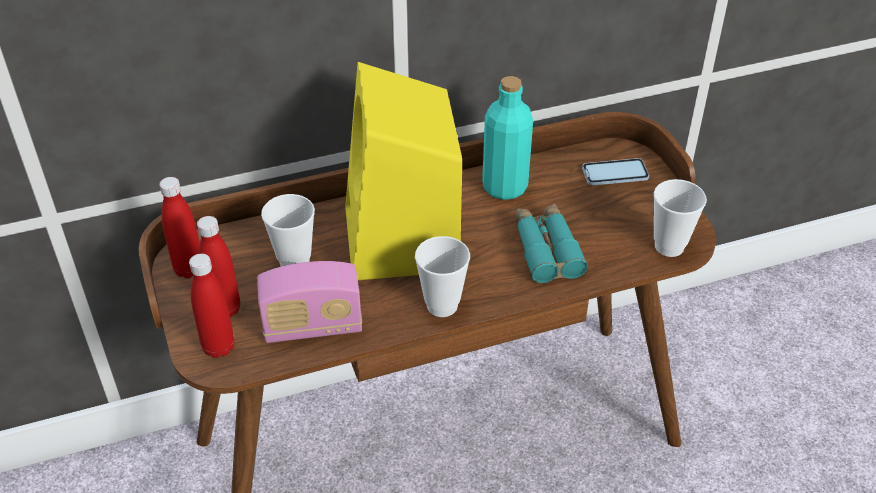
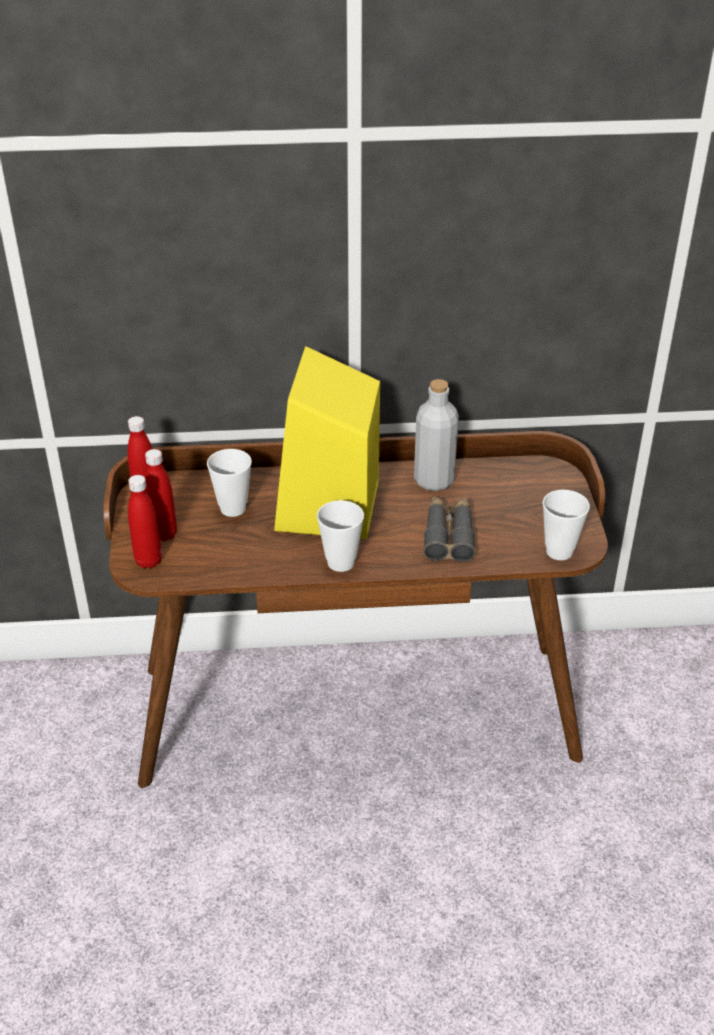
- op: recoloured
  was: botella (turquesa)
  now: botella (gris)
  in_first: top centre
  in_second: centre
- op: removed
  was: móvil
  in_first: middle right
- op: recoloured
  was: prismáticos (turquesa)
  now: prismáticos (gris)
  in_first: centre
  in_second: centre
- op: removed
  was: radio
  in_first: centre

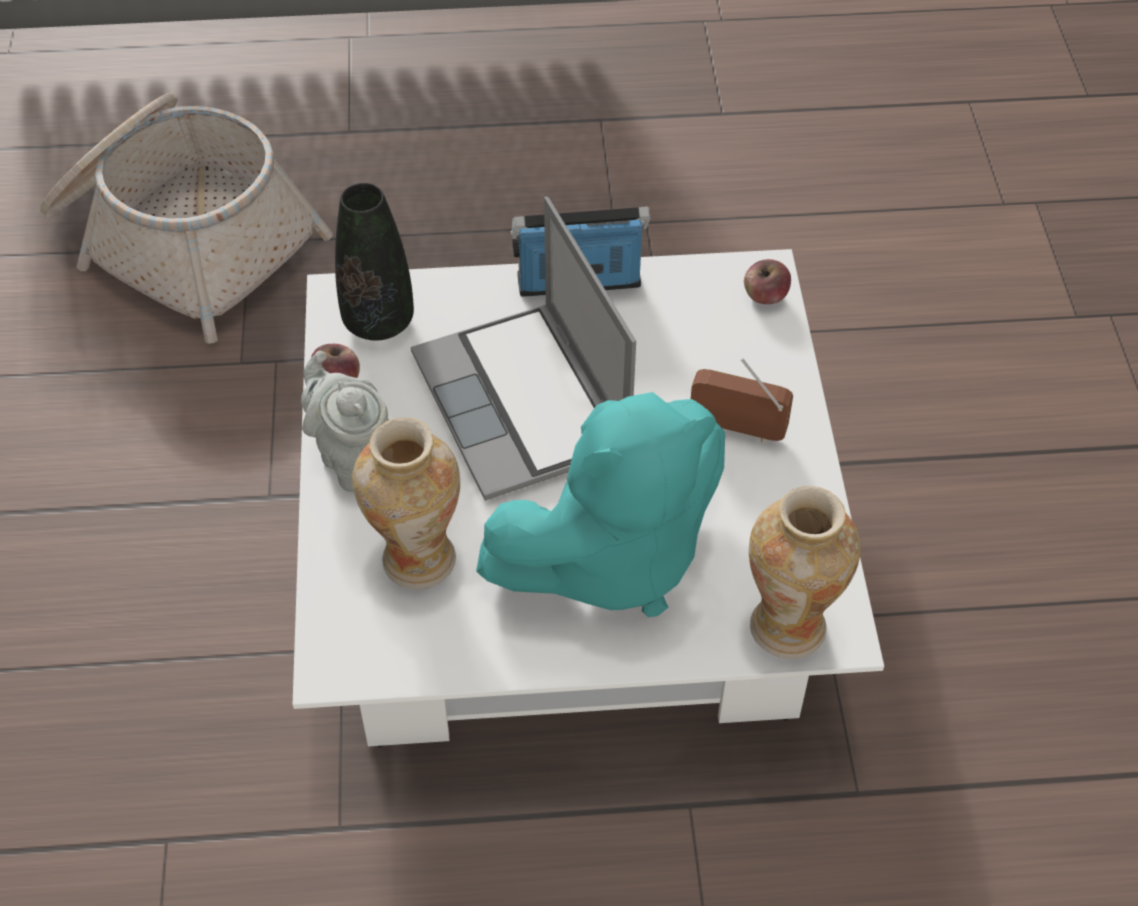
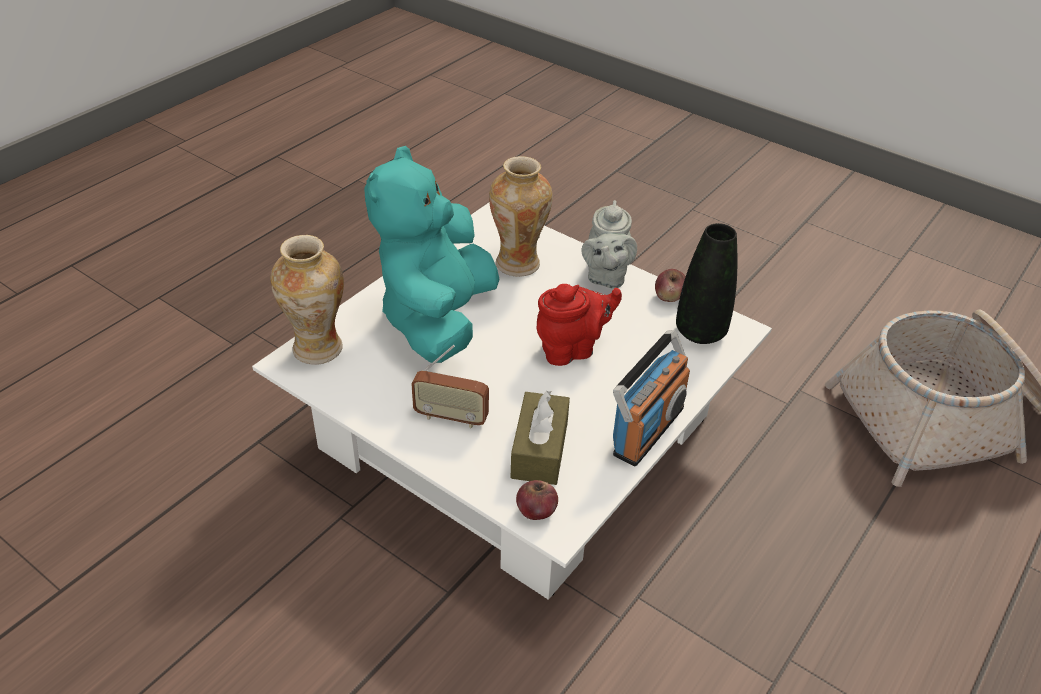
- op: replaced
  was: portátil
  now: tetera (rojo)
  in_first: centre
  in_second: centre
- op: turned
  was: tetera (gris)
  in_first: middle left
  in_second: centre
  clockwise: 90
- op: turned
  was: radio (2nd from left in the first image)
  in_first: centre
  in_second: centre
  clockwise: 45
- op: added
  now: caja de pañuelos (marrón)
  in_second: centre

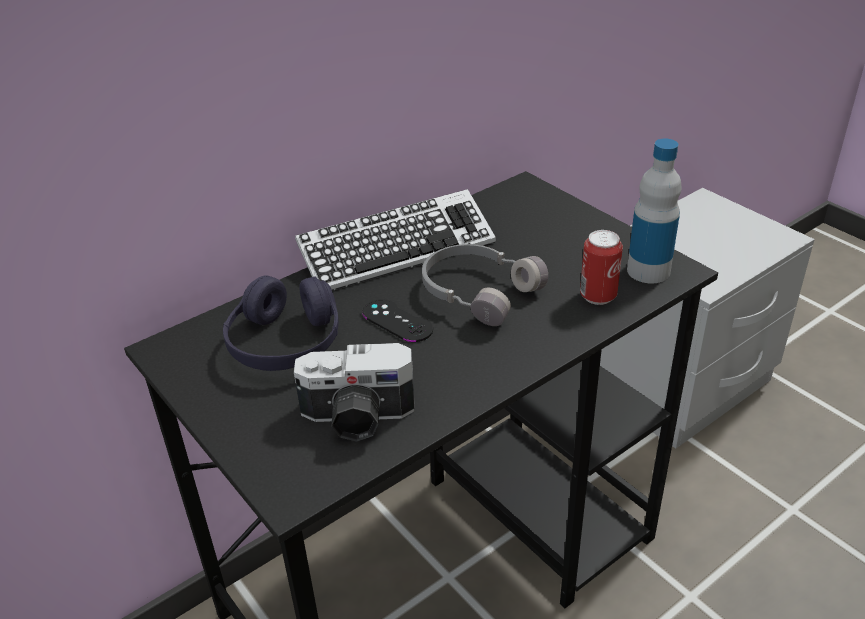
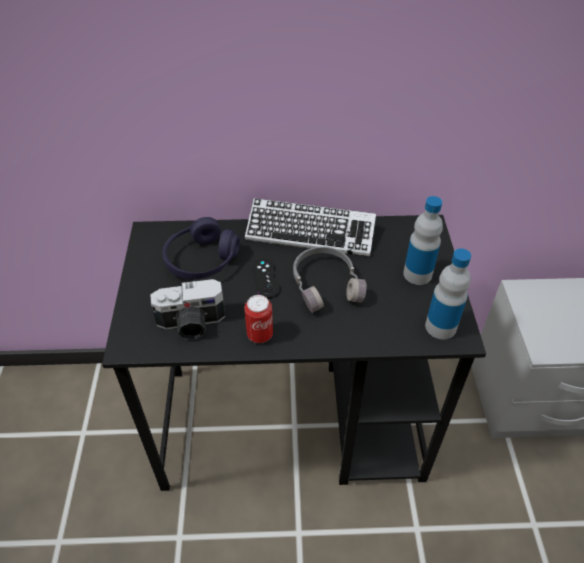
- op: moved
  was: lata
  in_first: middle right
  in_second: centre
- op: turned
  was: cámara
  in_first: centre
  in_second: middle left
  clockwise: -45
- op: added
  now: botella (1st from left)
  in_second: middle right

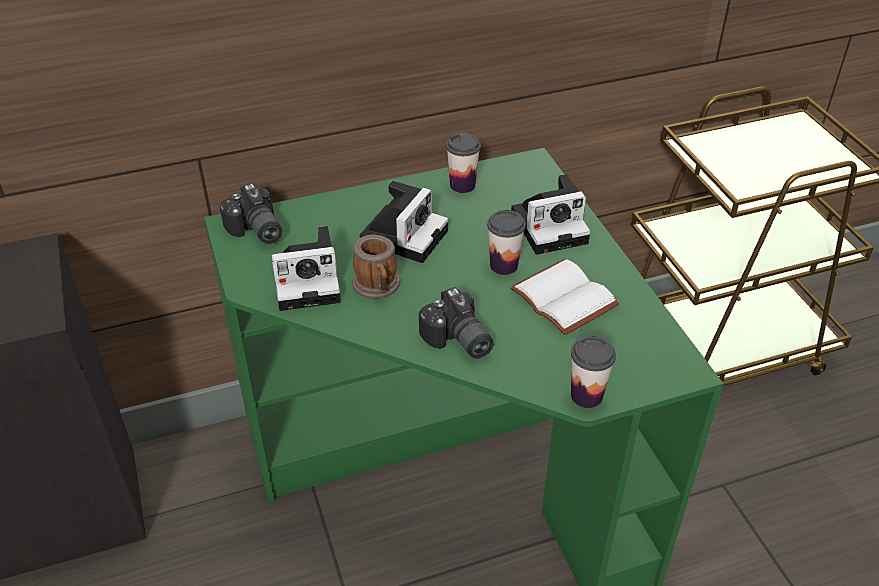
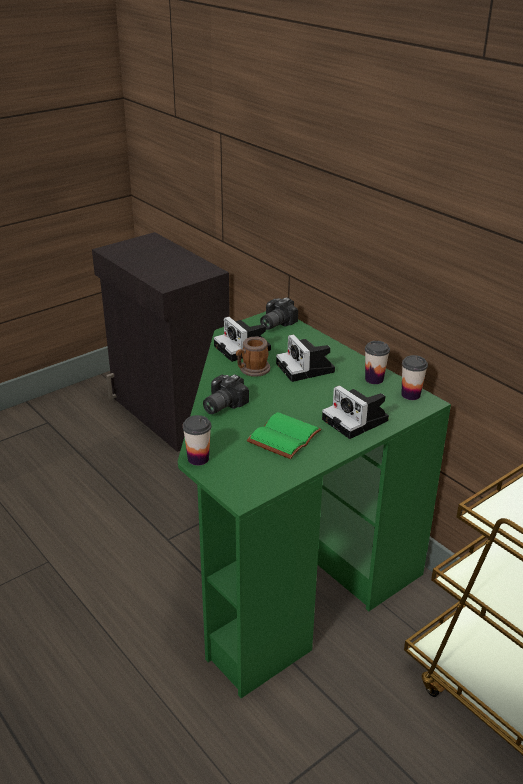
- op: turned
  was: cámara (3rd from left in the first image)
  in_first: centre
  in_second: centre
  clockwise: 60
- op: moved
  was: taza (2nd from left in the first image)
  now: taza (3rd from left)
  in_first: centre
  in_second: middle right
- op: recoloured
  was: libro (blanco)
  now: libro (verde)
  in_first: centre
  in_second: centre

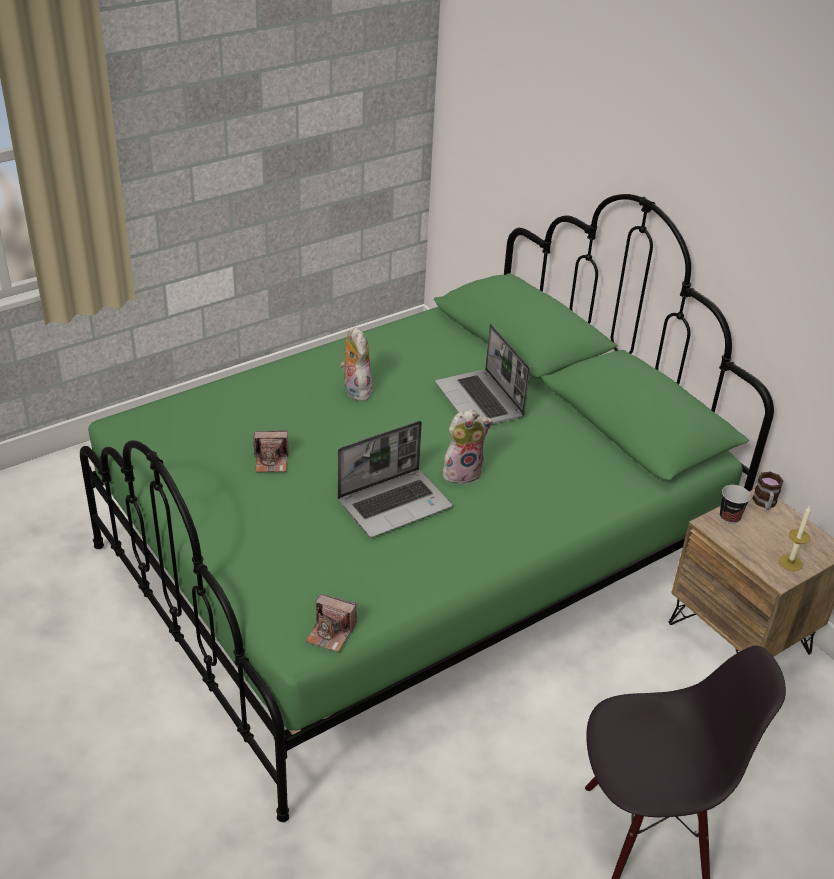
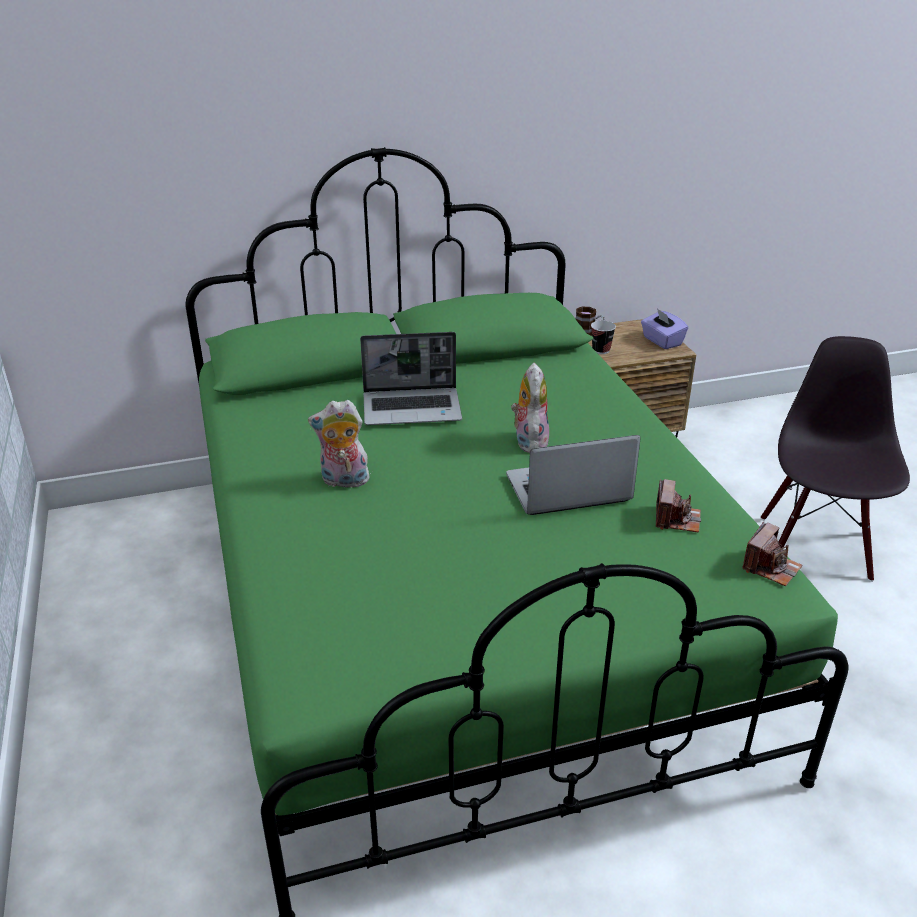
- op: turned
  was: portátil (1st from left in the first image)
  in_first: centre
  in_second: centre
  clockwise: -90
- op: moved
  was: cámara (1st from left)
  in_first: middle left
  in_second: middle right
- op: replaced
  was: vela
  now: caja de pañuelos (morado)
  in_first: middle right
  in_second: middle right

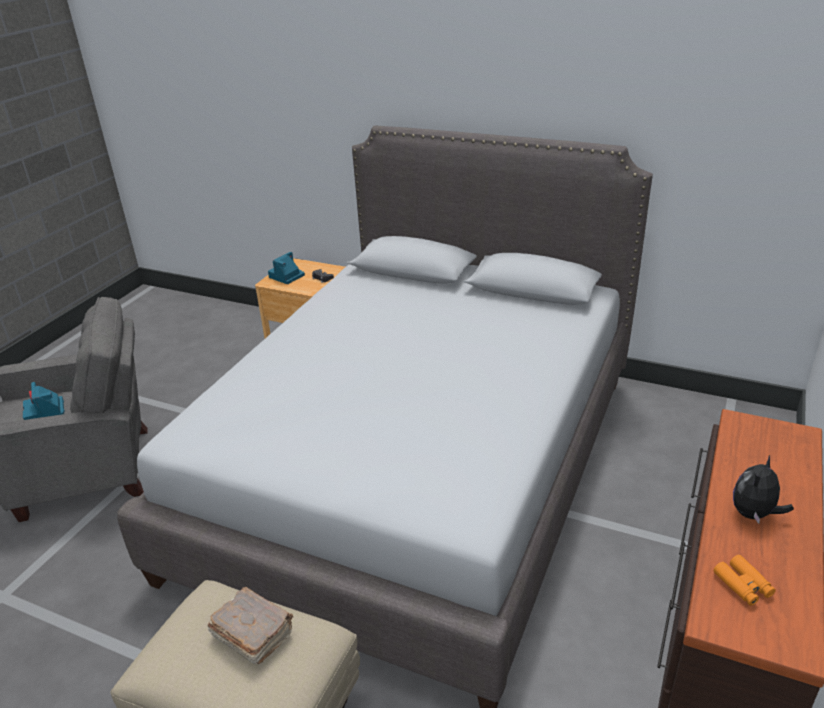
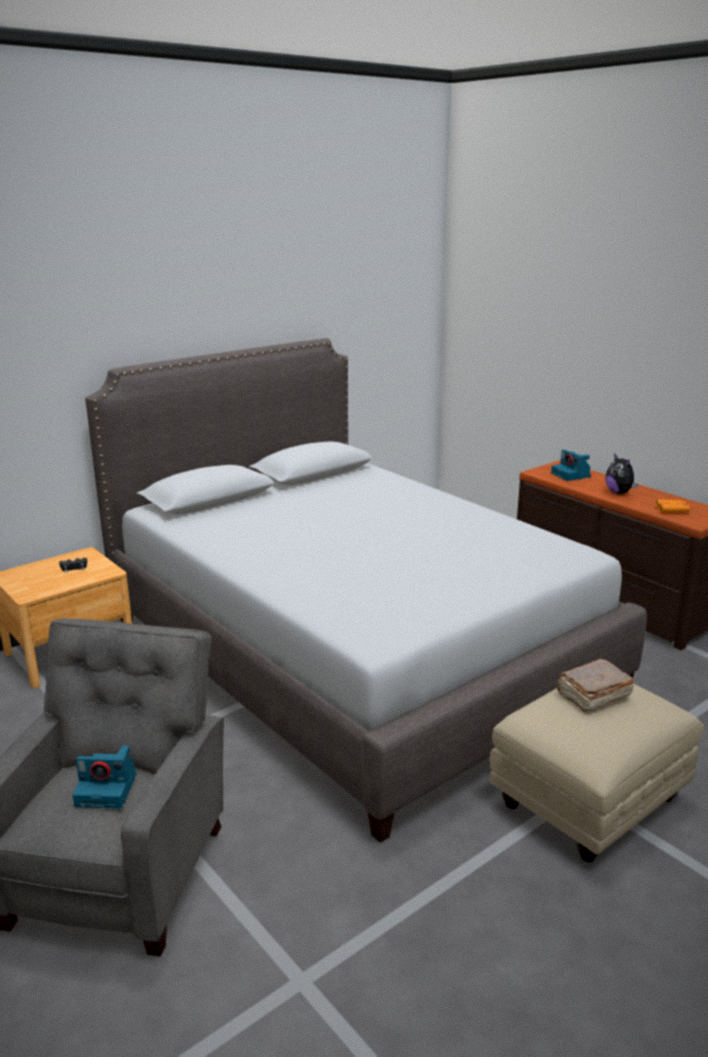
- op: moved
  was: cámara (2nd from left)
  in_first: centre
  in_second: middle right

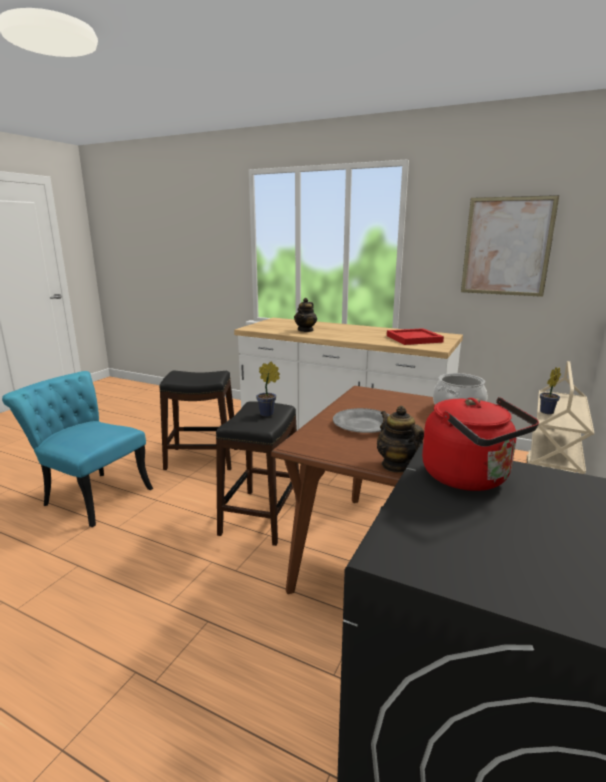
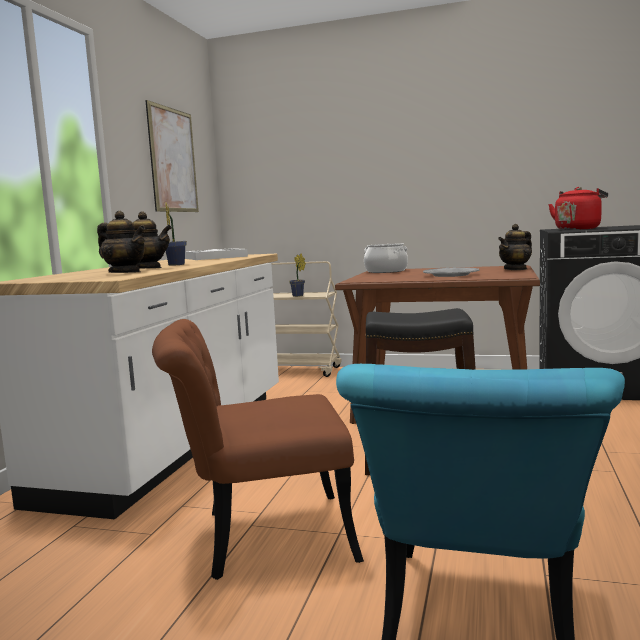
- op: recoloured
  was: bandeja (rojo)
  now: bandeja (blanco)
  in_first: middle right
  in_second: centre
- op: moved
  was: planta en maceta (1st from left)
  in_first: centre
  in_second: middle left
- op: replaced
  was: taburete (negro) (1st from left)
  now: silla (marrón)
  in_first: middle left
  in_second: bottom centre
- op: added
  now: tetera (1st from left)
  in_second: middle left

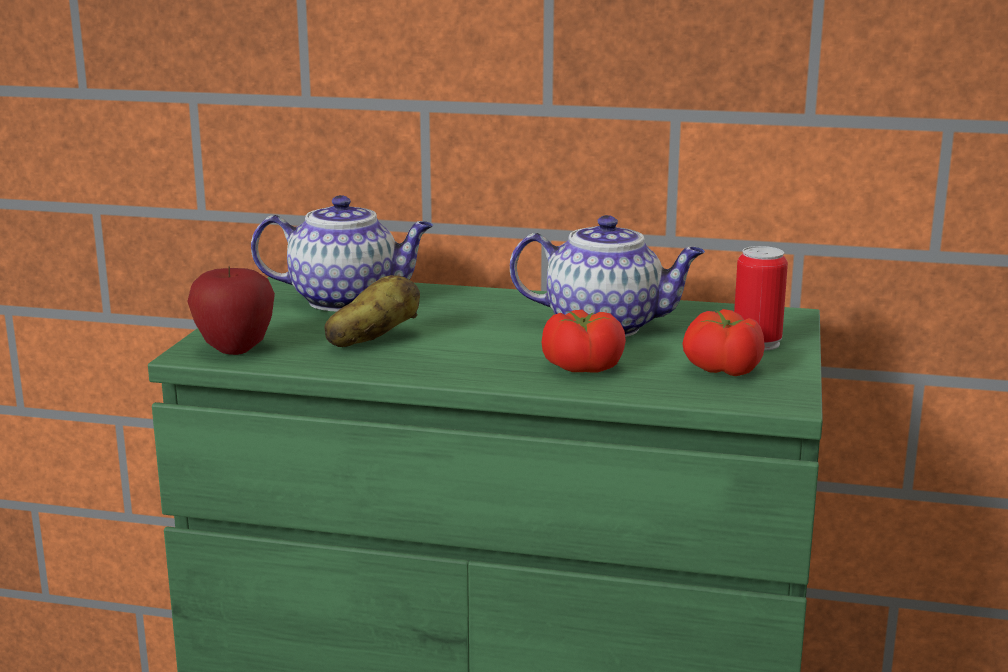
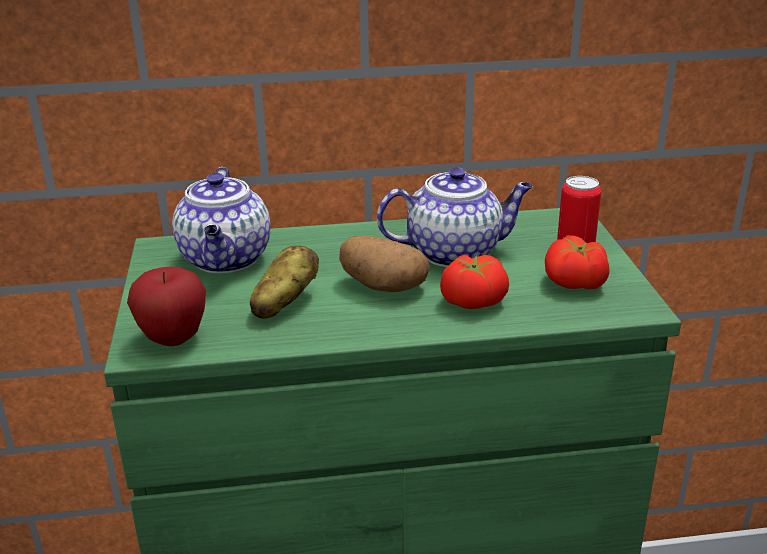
- op: turned
  was: tetera (1st from left)
  in_first: centre
  in_second: middle left
  clockwise: 105
- op: added
  now: patata (2nd from left)
  in_second: centre

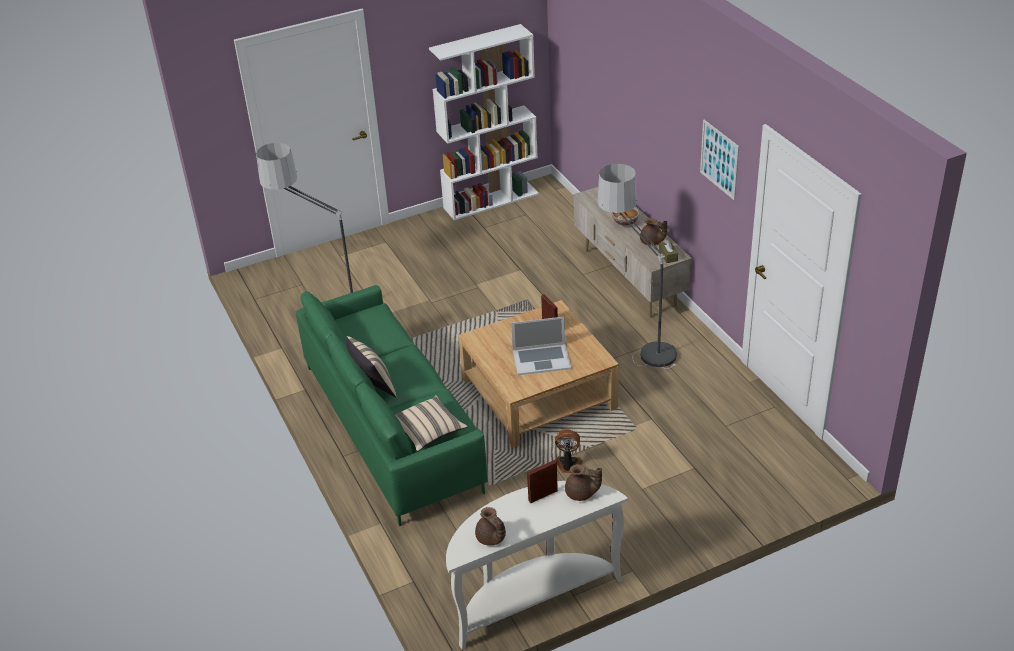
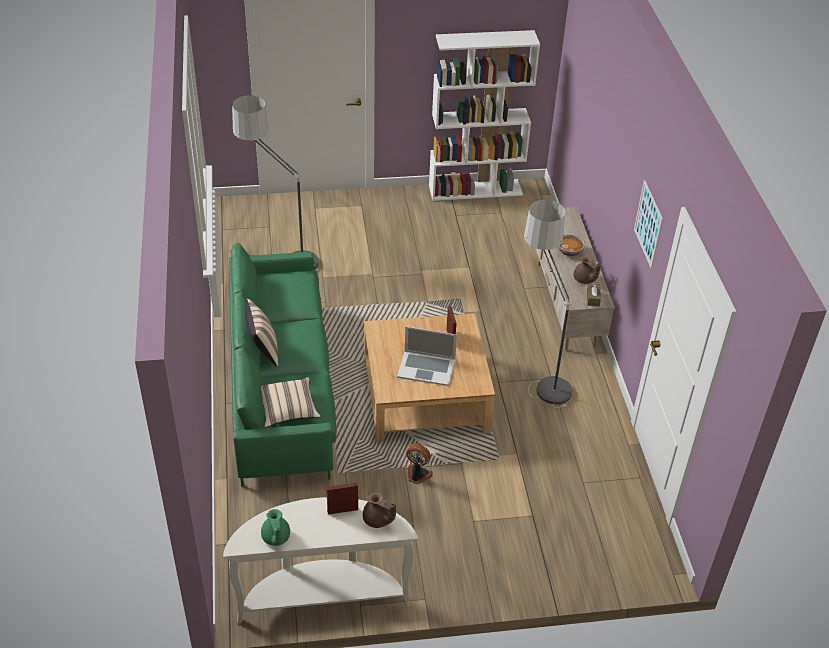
- op: recoloured
  was: tetera (marrón) (1st from left)
  now: tetera (verde)
  in_first: bottom centre
  in_second: bottom left

